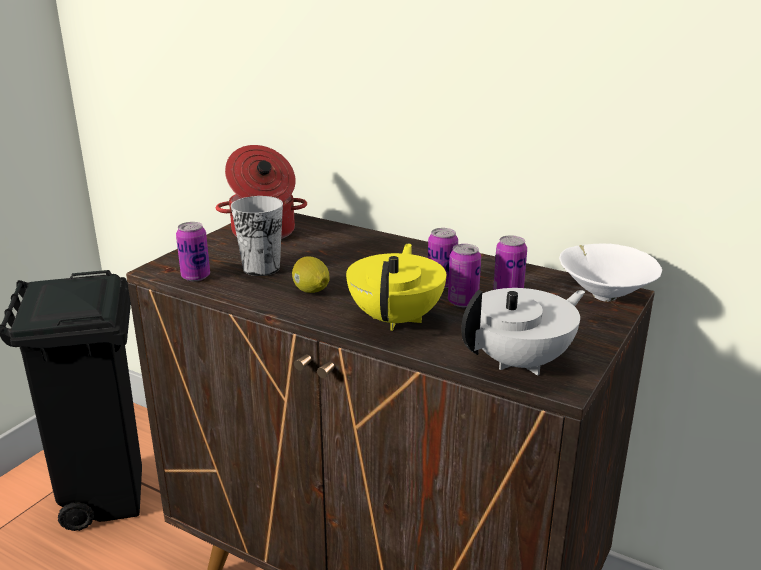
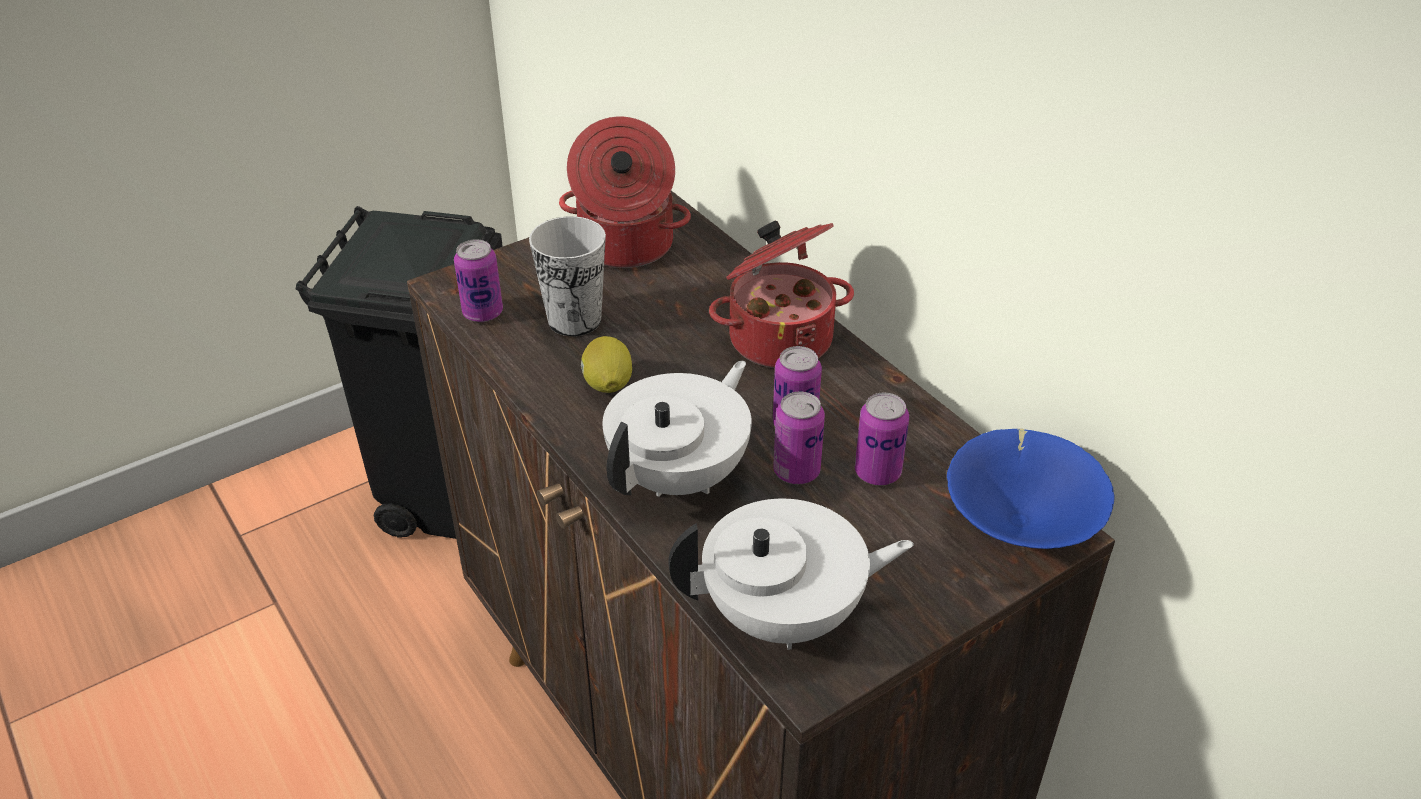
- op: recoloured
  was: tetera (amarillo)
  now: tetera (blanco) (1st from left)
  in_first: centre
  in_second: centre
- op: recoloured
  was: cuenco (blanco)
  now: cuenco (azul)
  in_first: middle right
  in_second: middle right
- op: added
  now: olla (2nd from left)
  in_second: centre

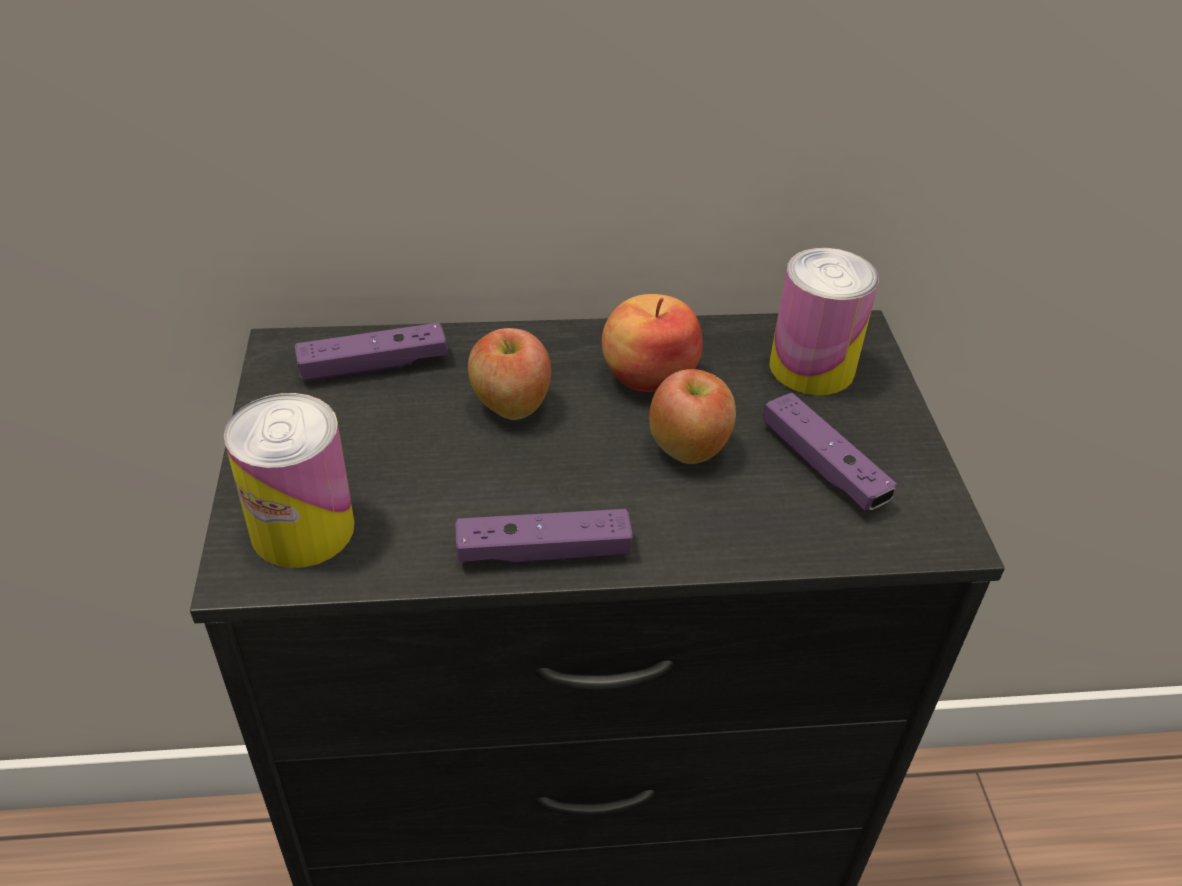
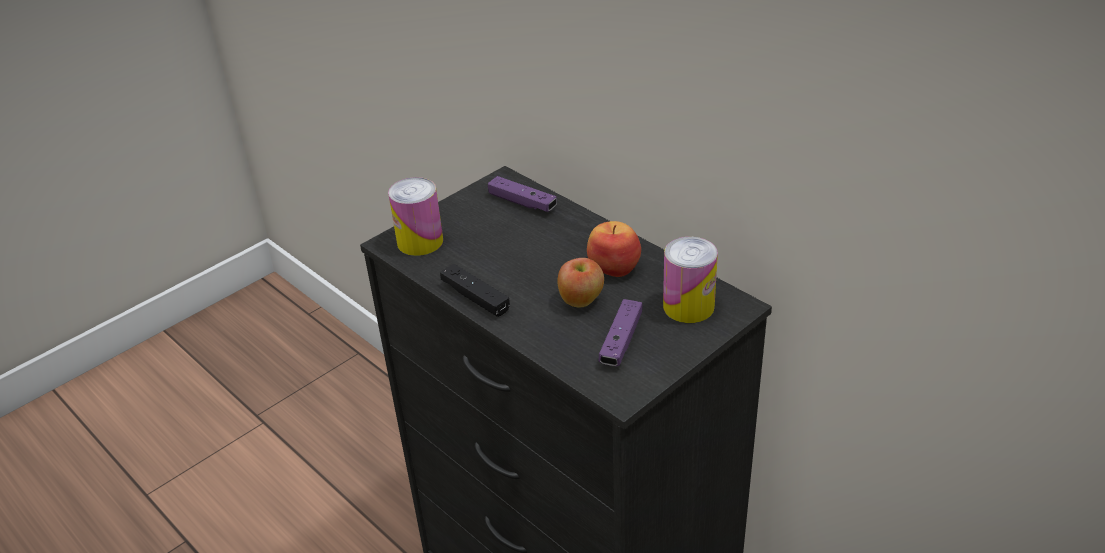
- op: removed
  was: manzana (1st from left)
  in_first: centre
- op: recoloured
  was: mando de consola (morado) (2nd from left)
  now: mando de consola (negro)
  in_first: centre
  in_second: centre

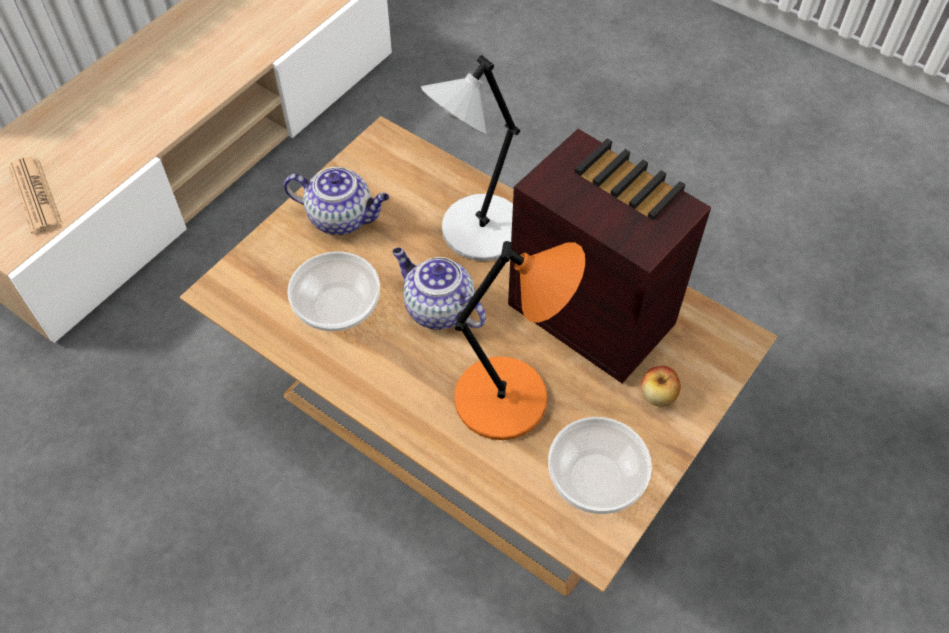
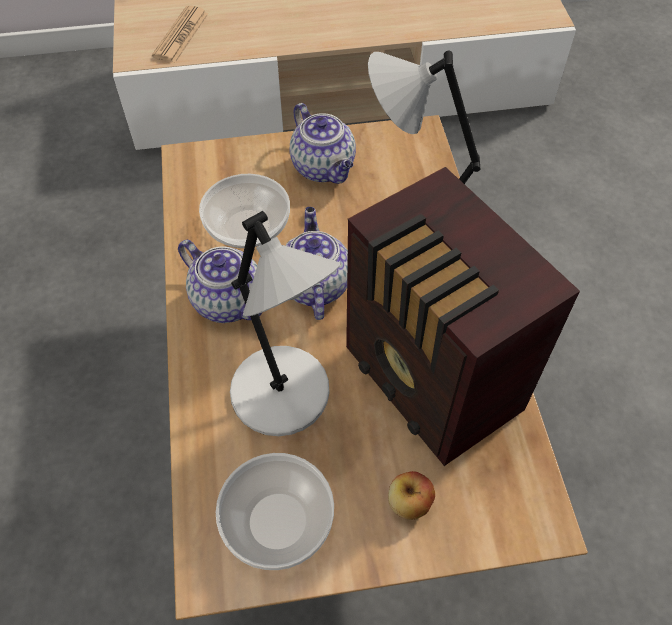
- op: turned
  was: radio
  in_first: centre
  in_second: middle right
  clockwise: 150
- op: recoloured
  was: lámpara de mesa (naranja)
  now: lámpara de mesa (gris) (1st from left)
  in_first: centre
  in_second: centre
- op: added
  now: tetera (1st from left)
  in_second: middle left

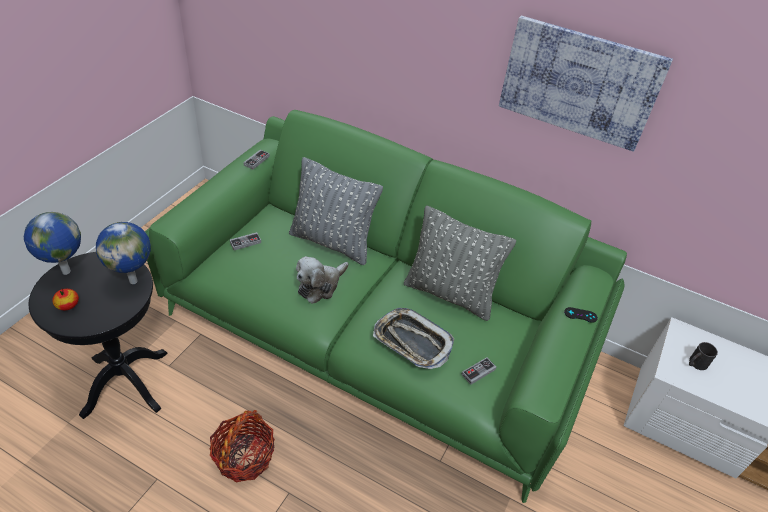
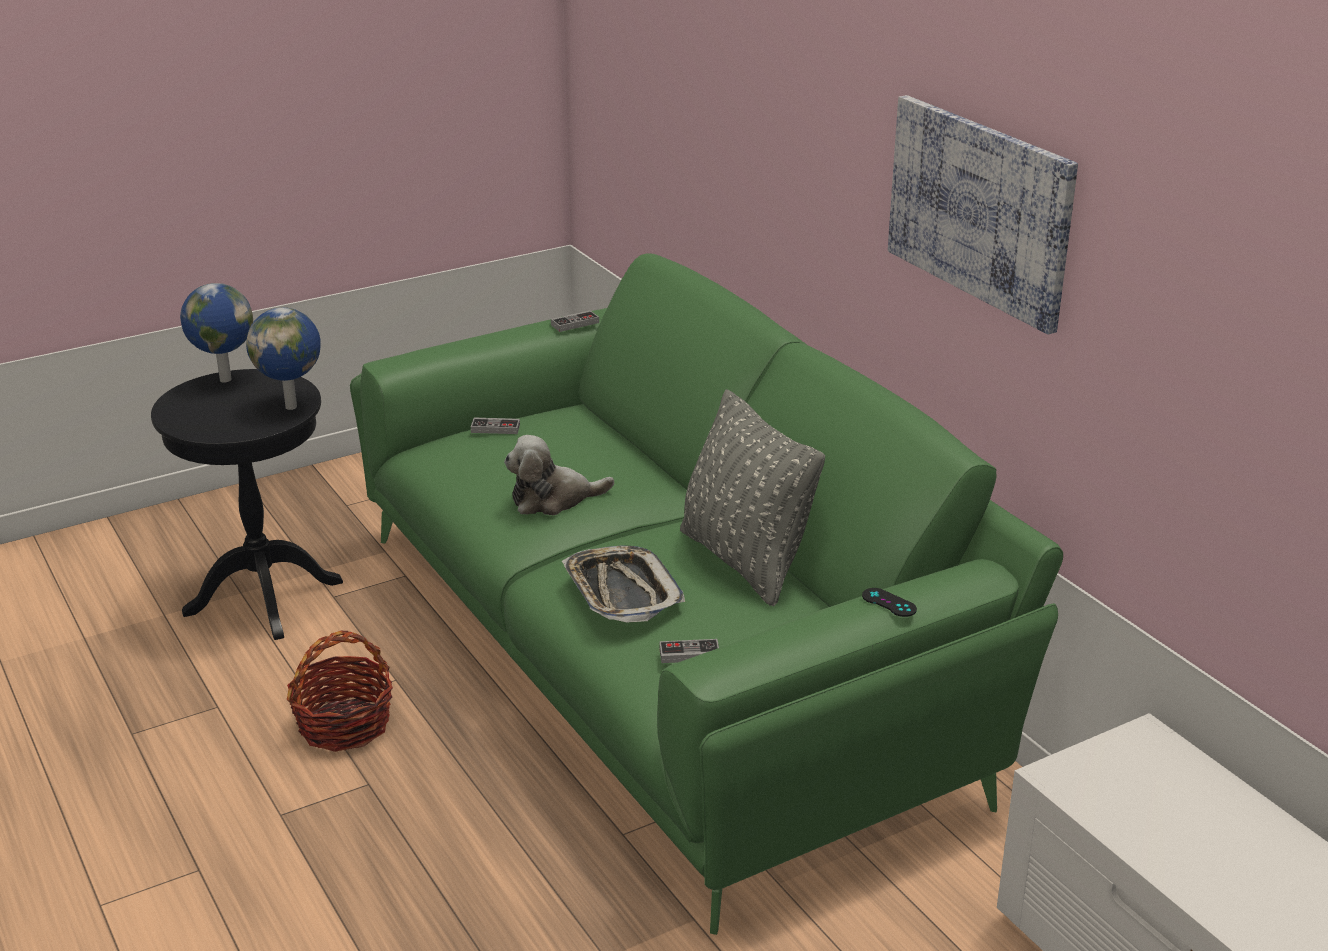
- op: removed
  was: cojín (gris) (1st from left)
  in_first: centre
- op: removed
  was: manzana
  in_first: middle left
- op: removed
  was: taza grande (negro)
  in_first: bottom right

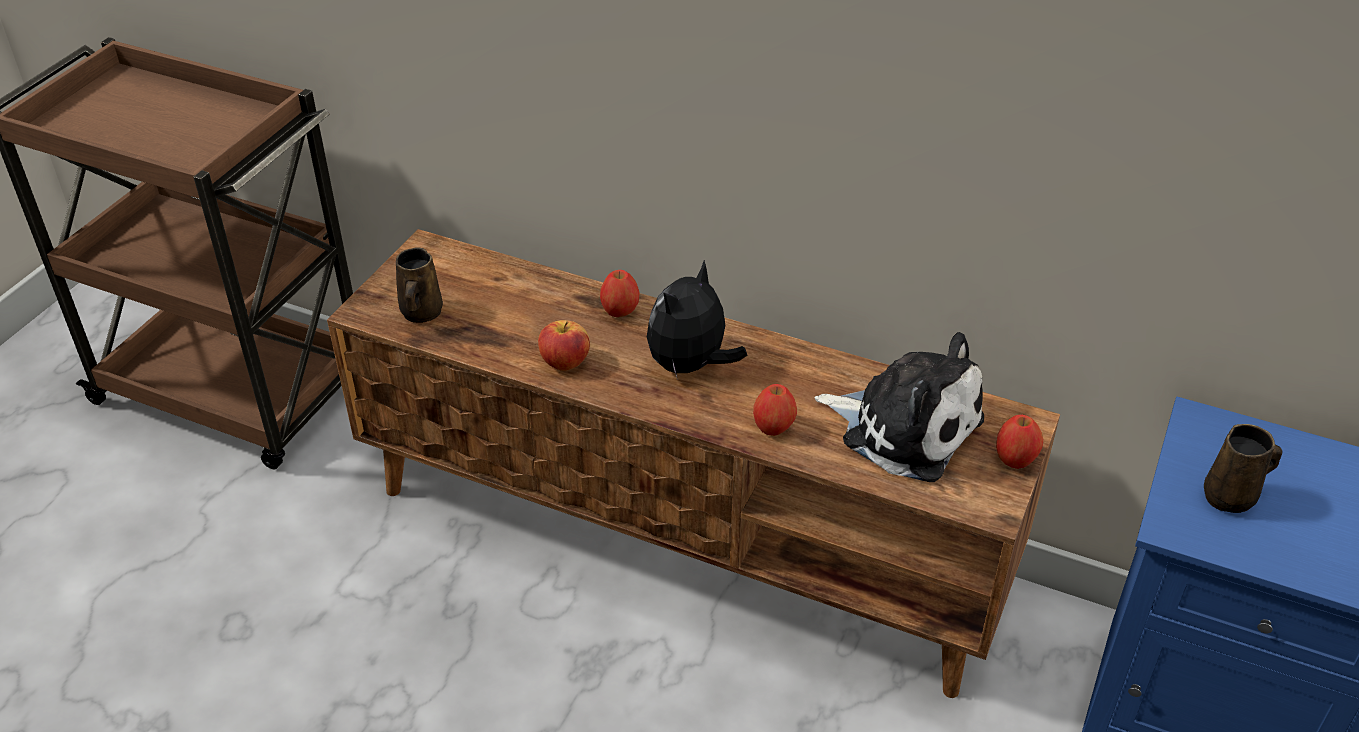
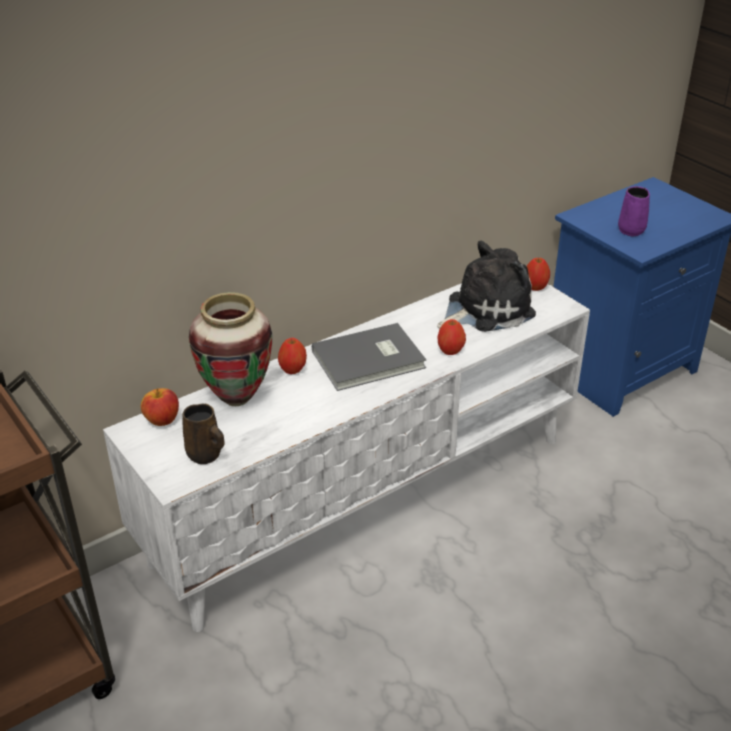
- op: recoloured
  was: mueble de televisión (marrón)
  now: mueble de televisión (blanco)
  in_first: centre
  in_second: centre
- op: replaced
  was: peluche (1st from left)
  now: libro (gris)
  in_first: centre
  in_second: centre
- op: moved
  was: manzana (1st from left)
  in_first: centre
  in_second: middle left
- op: recoloured
  was: taza grande (marrón) (2nd from left)
  now: taza grande (morado)
  in_first: middle right
  in_second: top right
- op: added
  now: florero
  in_second: middle left

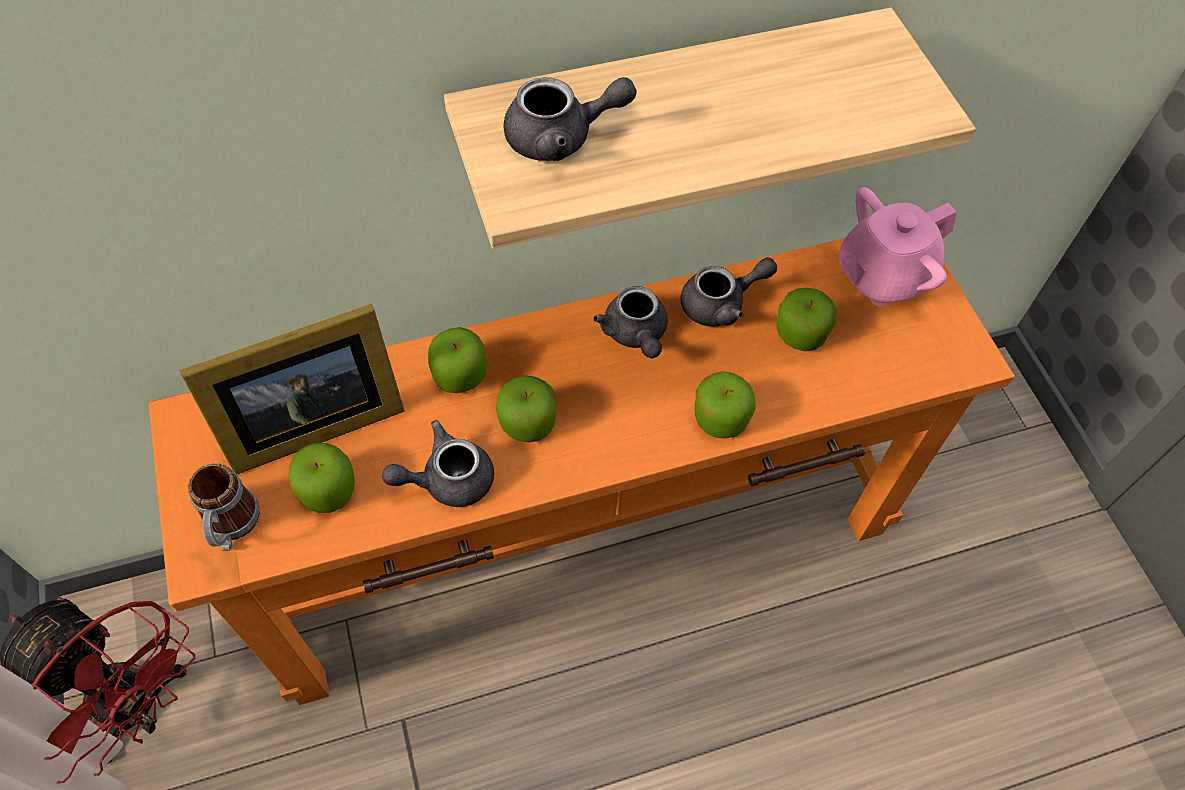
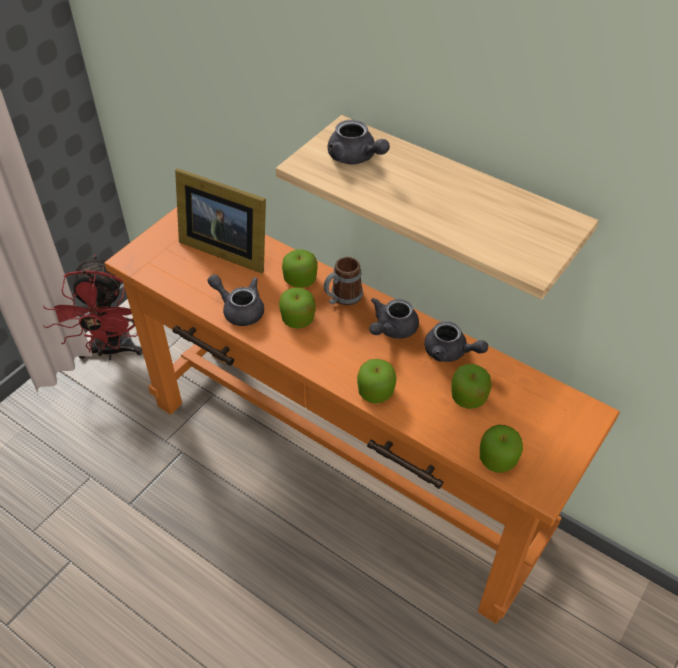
- op: removed
  was: tetera (rosa)
  in_first: top right
- op: moved
  was: manzana (1st from left in the first image)
  now: manzana (5th from left)
  in_first: middle left
  in_second: bottom right
- op: moved
  was: taza grande
  in_first: middle left
  in_second: centre

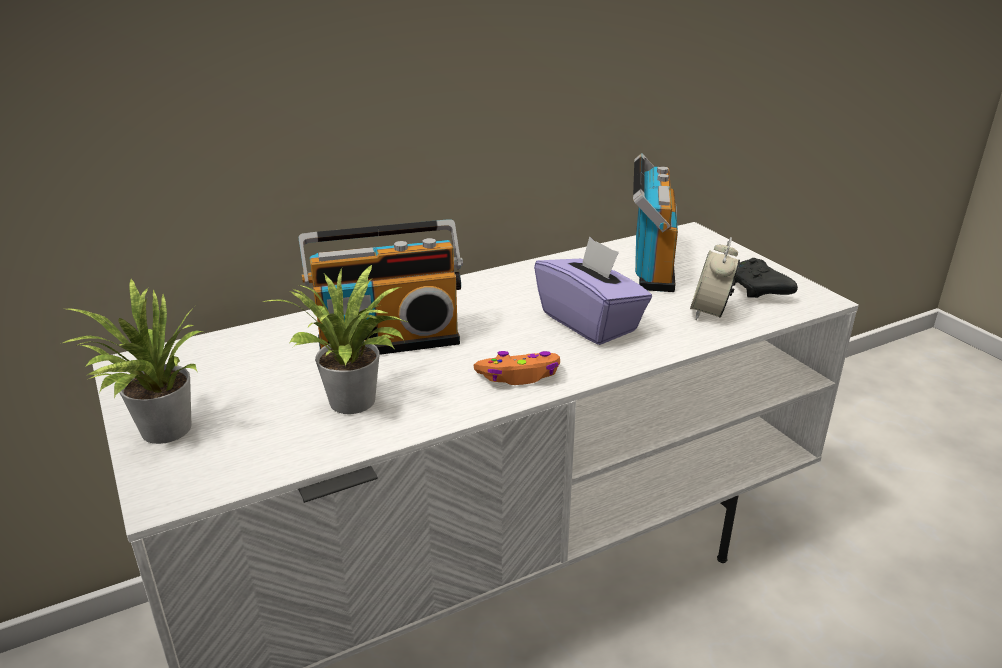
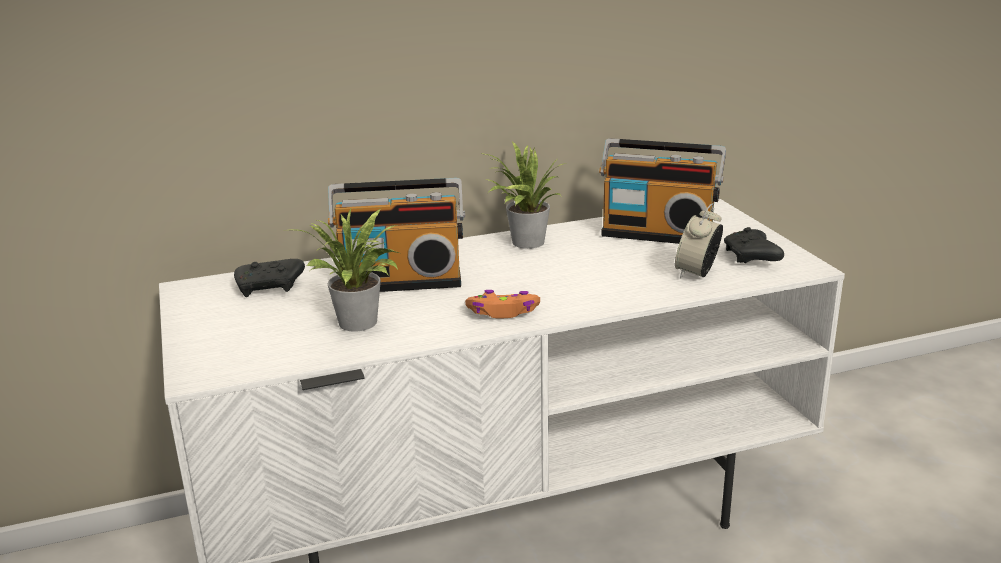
- op: turned
  was: radio (2nd from left)
  in_first: top centre
  in_second: centre
  clockwise: 90
- op: removed
  was: caja de pañuelos (morado)
  in_first: centre
- op: moved
  was: planta en maceta (1st from left in the first image)
  now: planta en maceta (2nd from left)
  in_first: middle left
  in_second: centre
- op: added
  now: mando de consola (negro) (1st from left)
  in_second: middle left

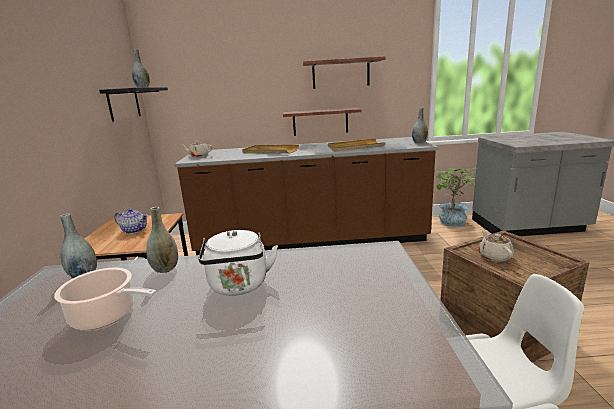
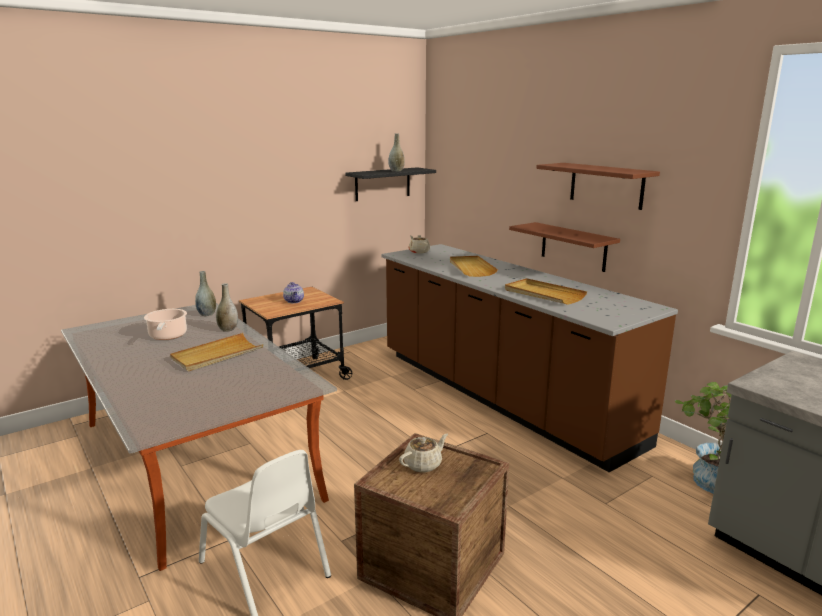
- op: removed
  was: florero (gris) (4th from left)
  in_first: top right
- op: replaced
  was: hervidor (blanco)
  now: bandeja (beis) (1st from left)
  in_first: centre
  in_second: middle left

